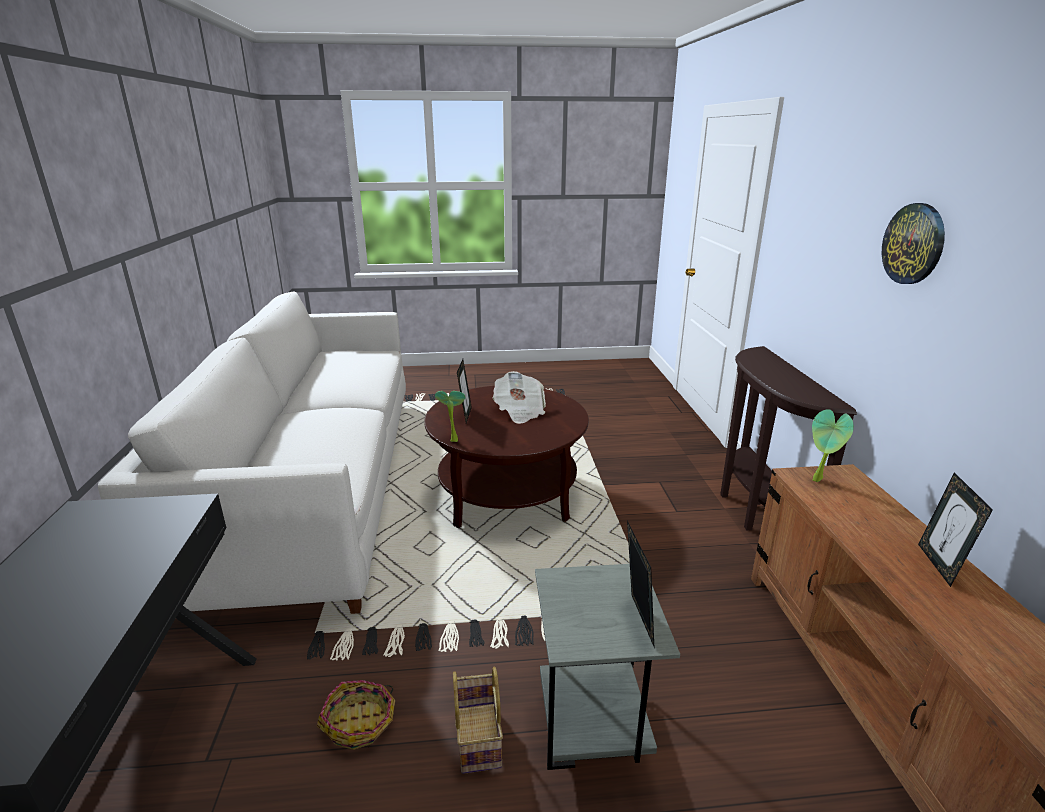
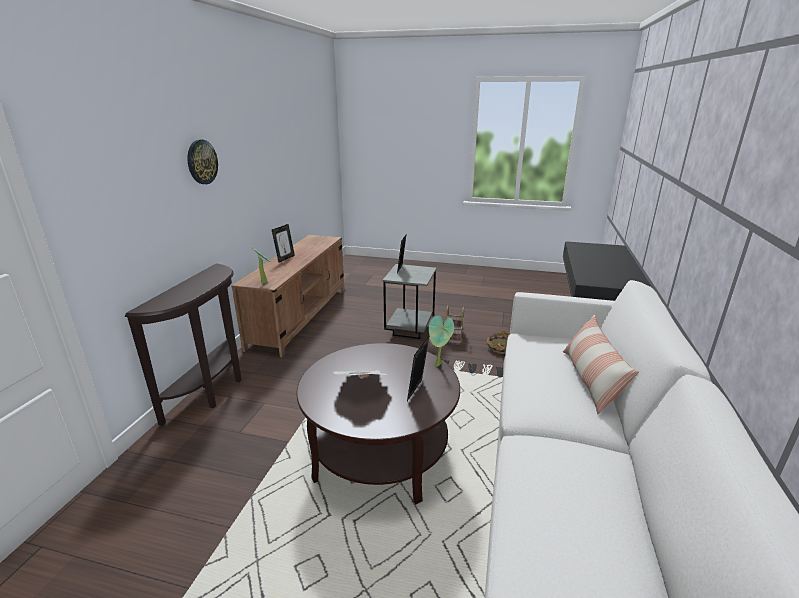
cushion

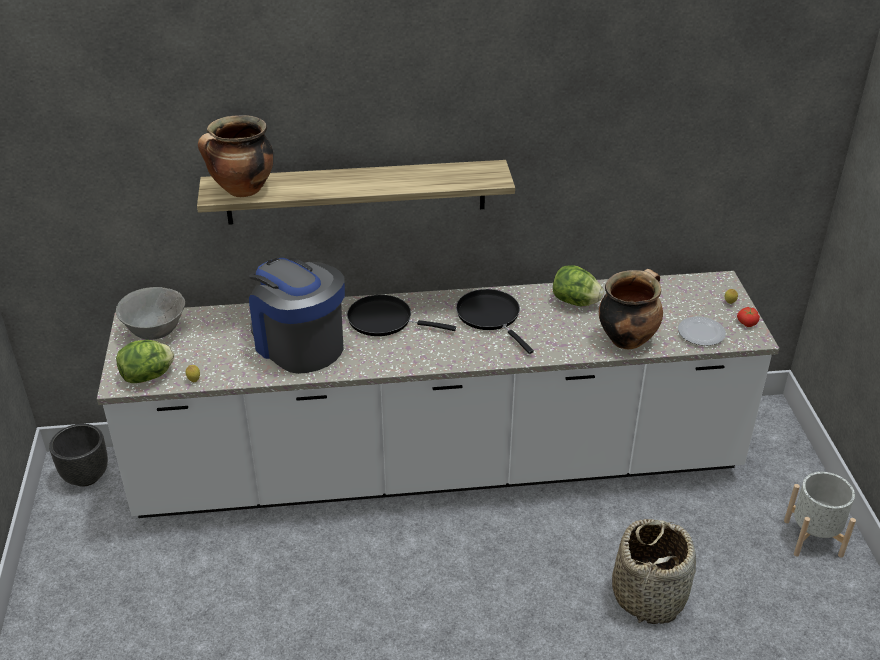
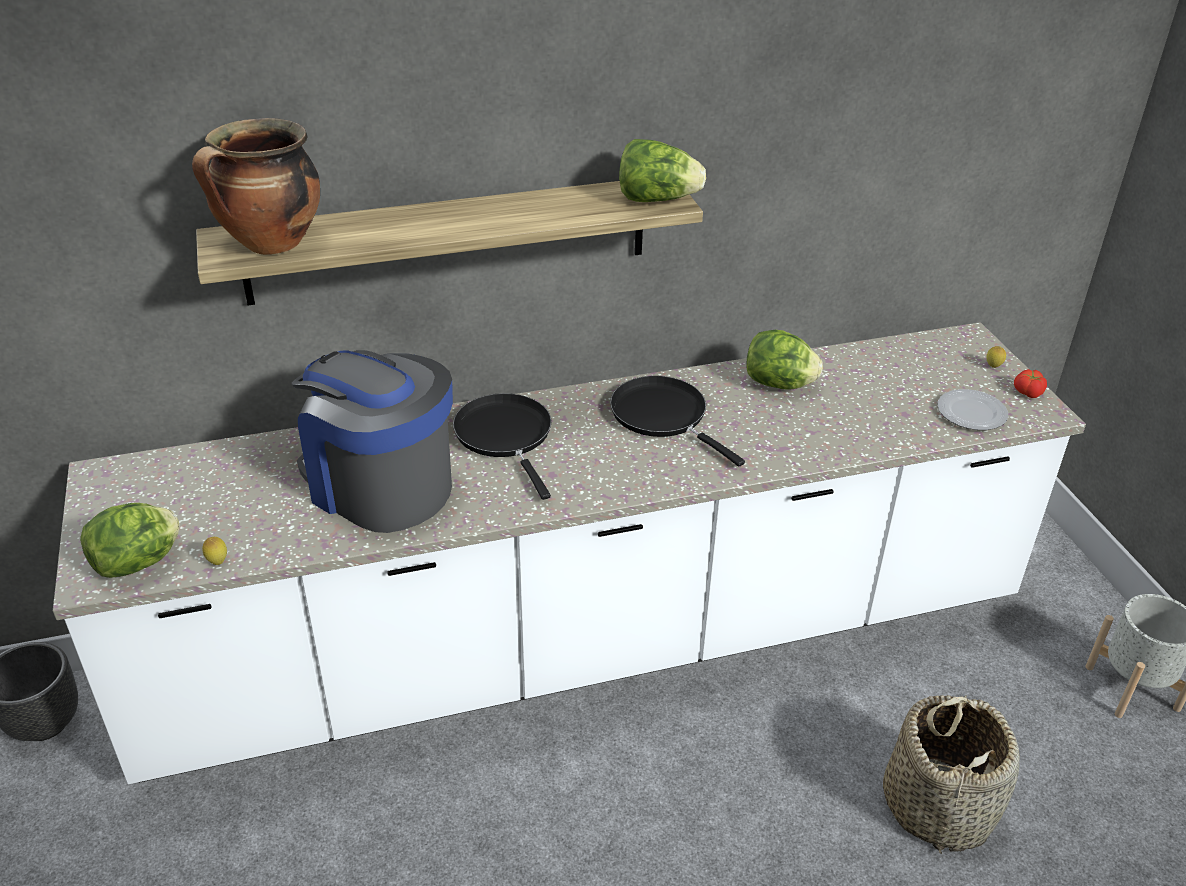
bowl in grey; cooking pot (2nd from left in the first image); head of lettuce (2nd from left); pan in black-coloured (1st from left)

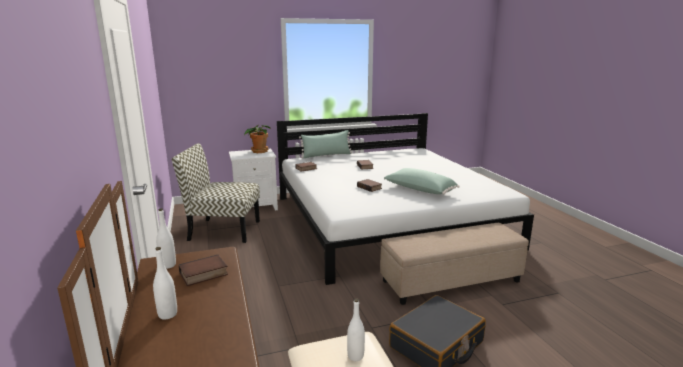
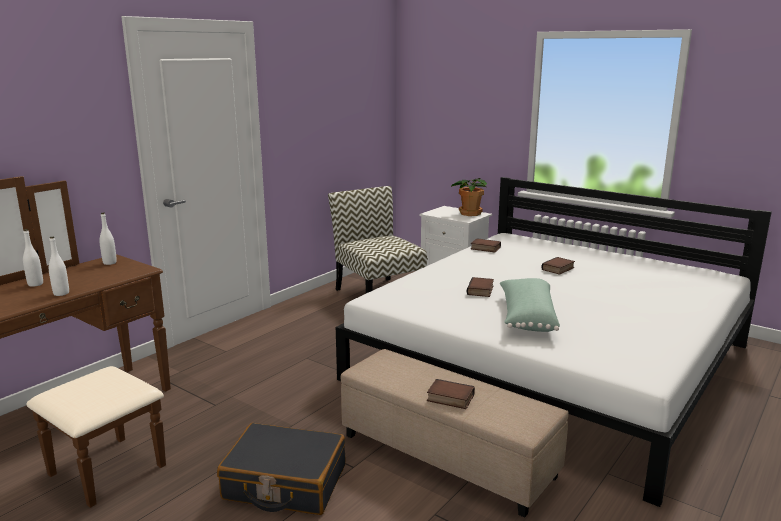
cushion in green (1st from left in the first image); bound book (1st from left); drink bottle in whitish (2nd from left)

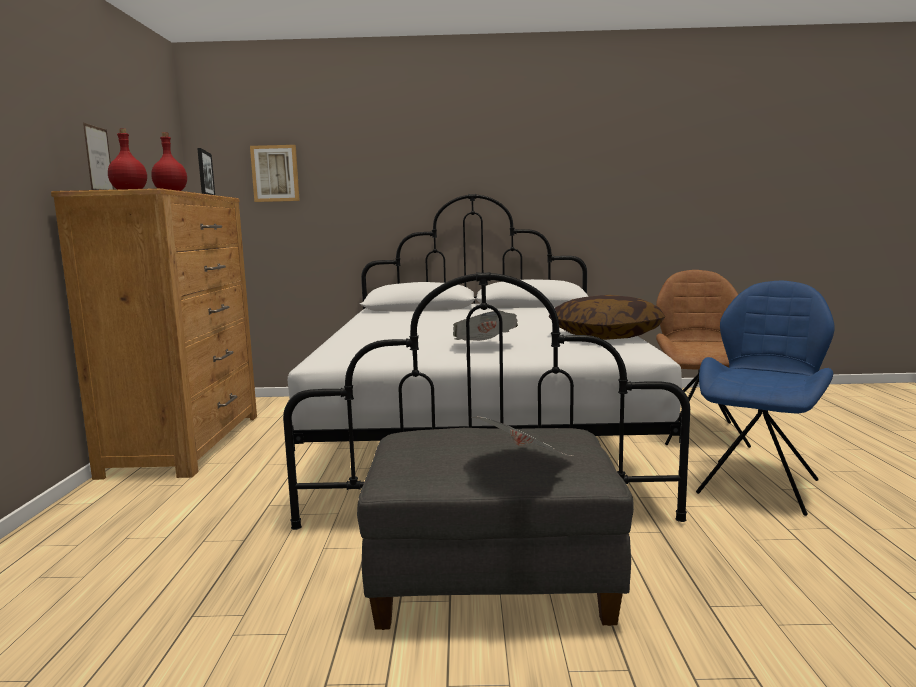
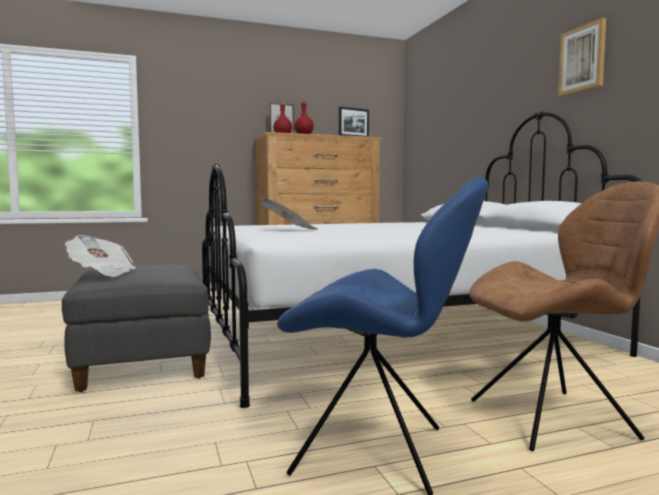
cushion; picture

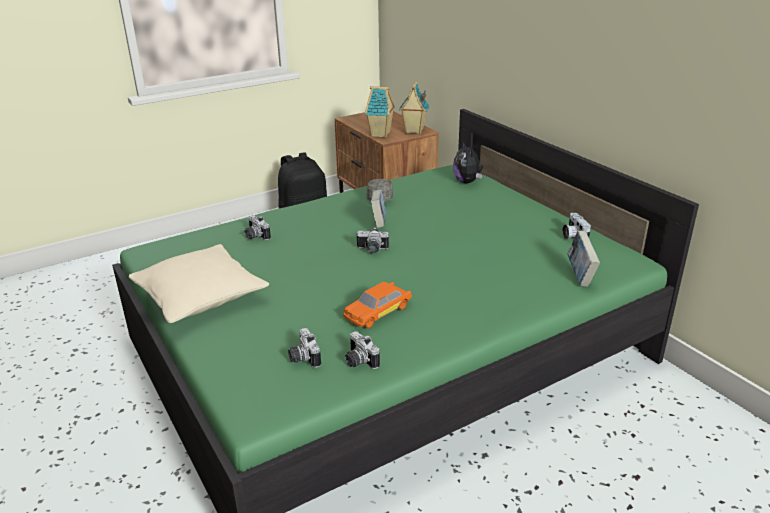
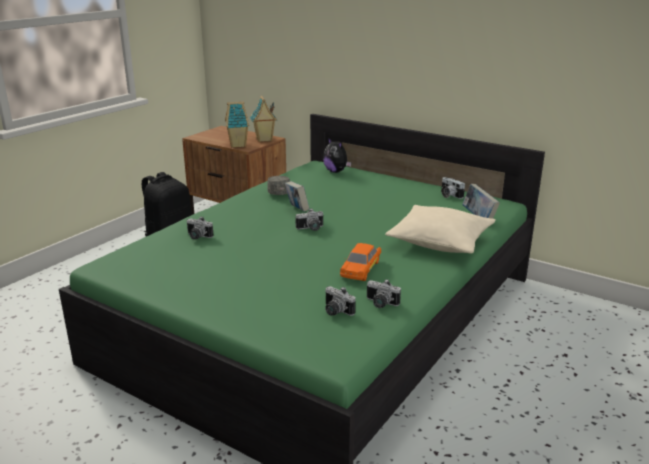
cushion in beige-coloured

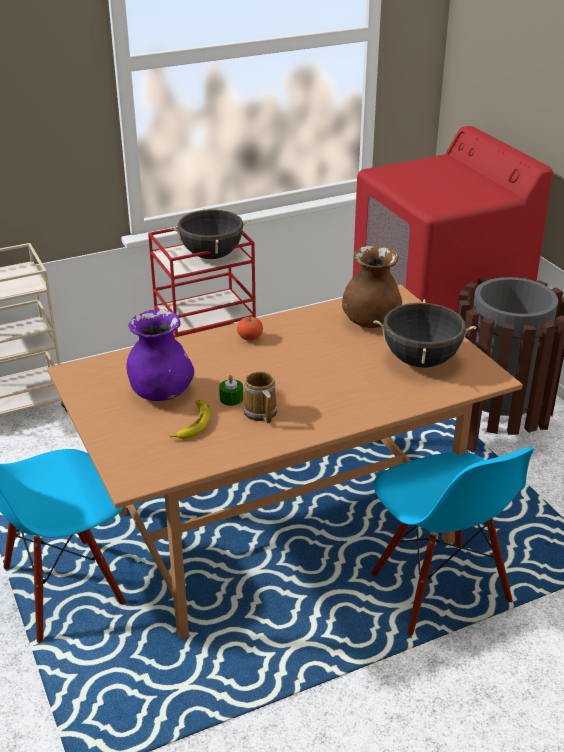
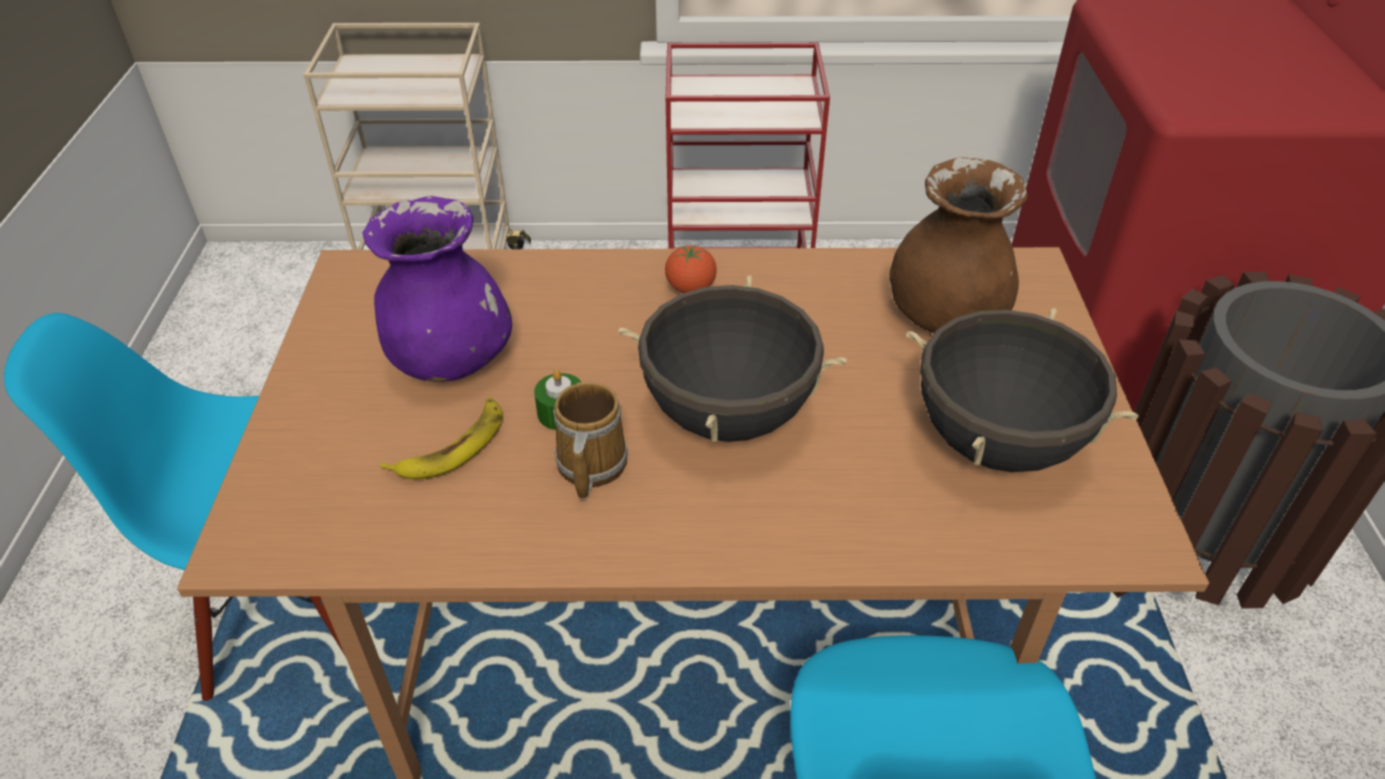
cooking pot in black-coloured (1st from left)

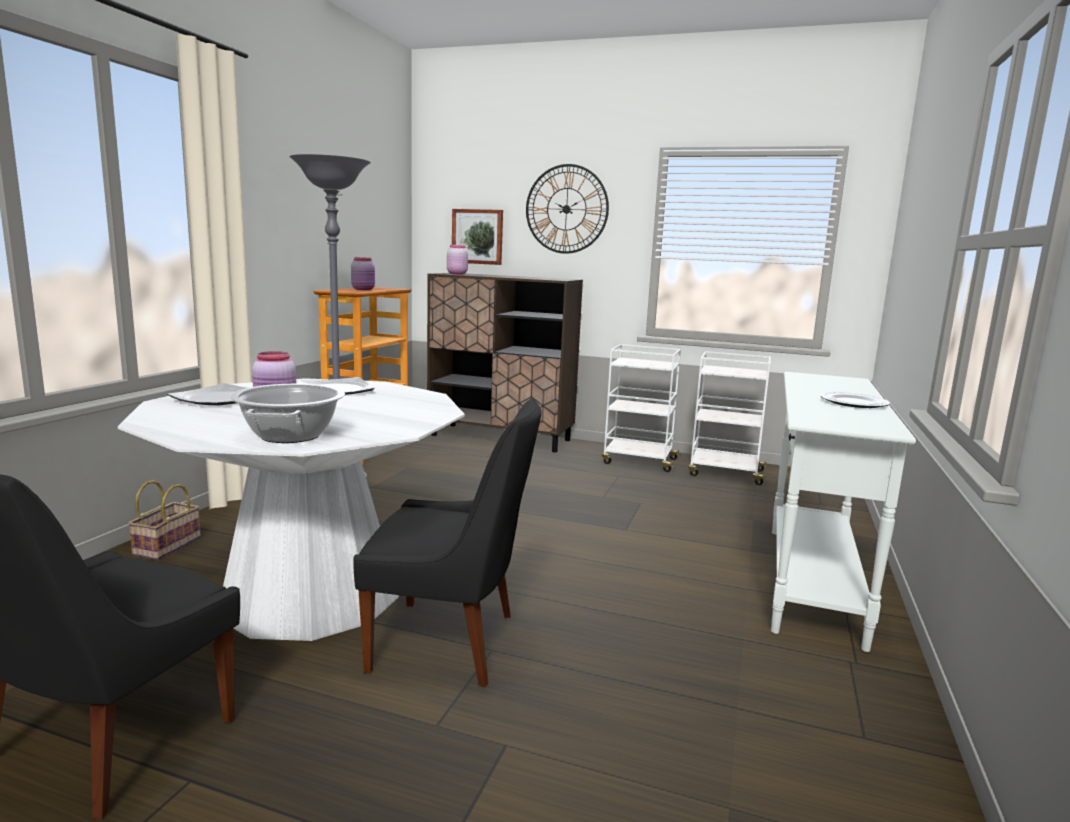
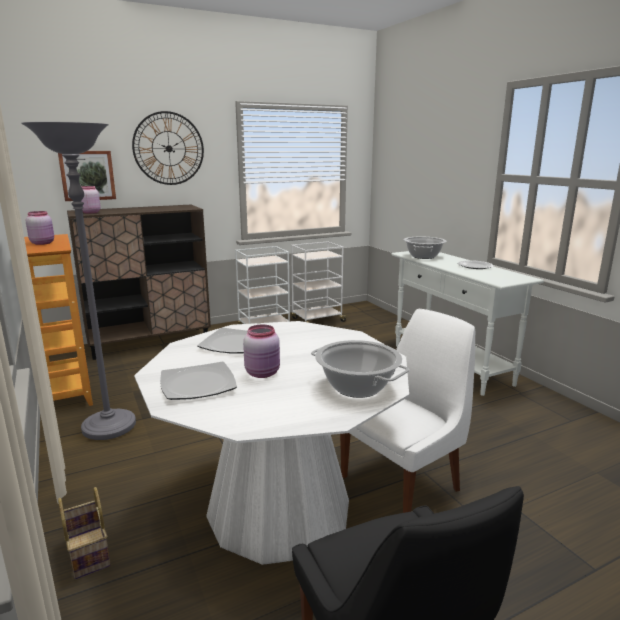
cooking pot (2nd from left); plain chair in whitish

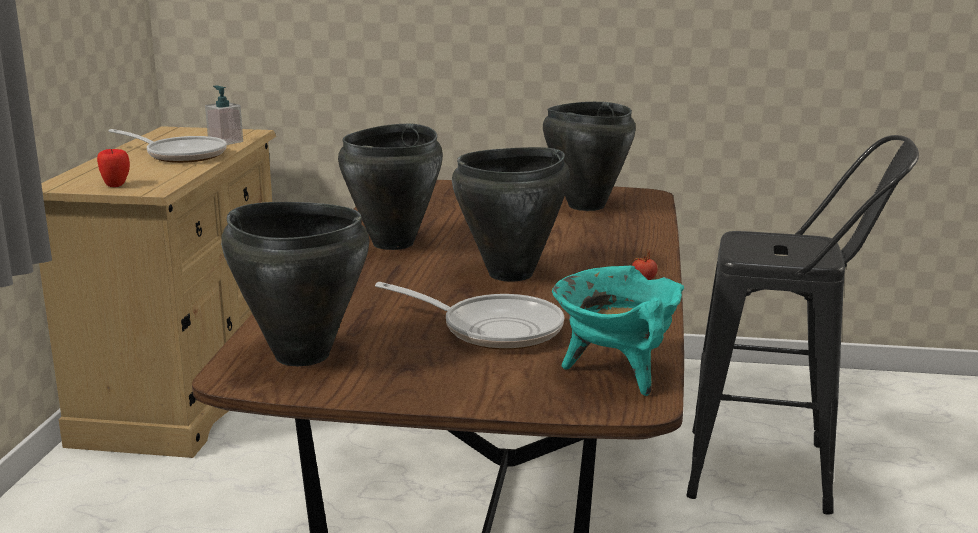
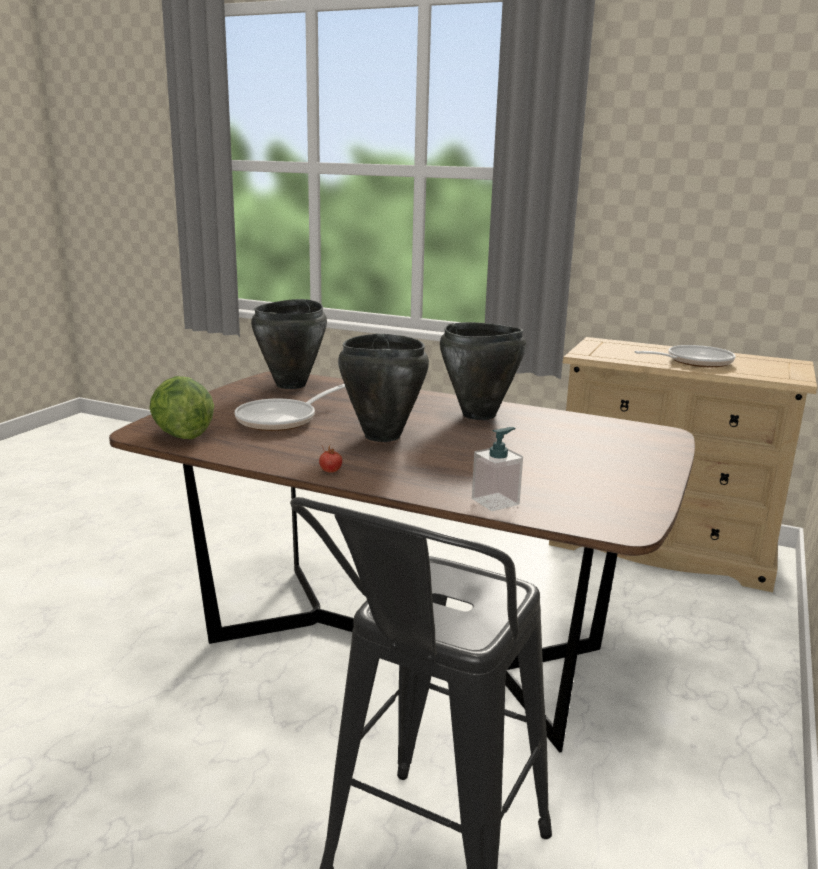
apple; cooking pot in black-coloured (4th from left in the first image); liquid soap bottle; head of lettuce; pan (2nd from left)

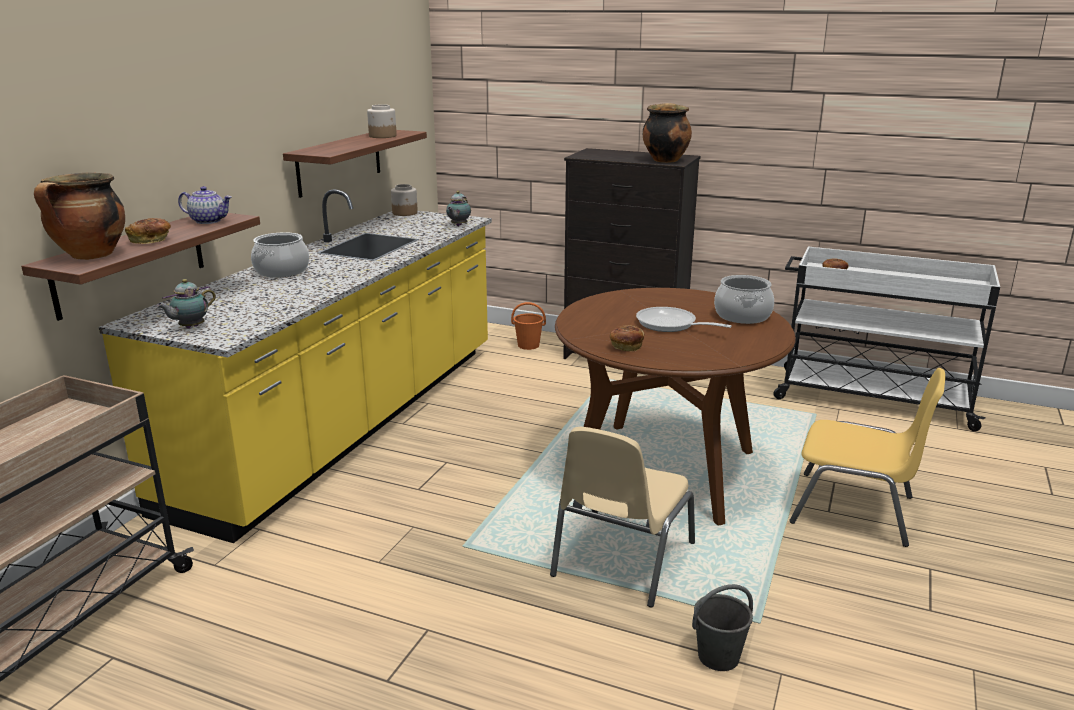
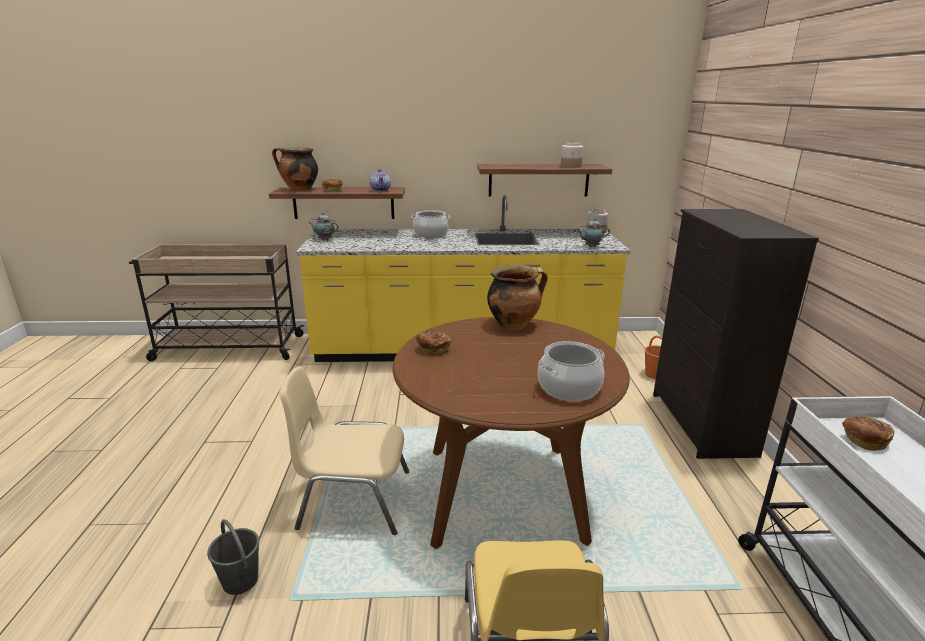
pan; cooking pot (3rd from left)

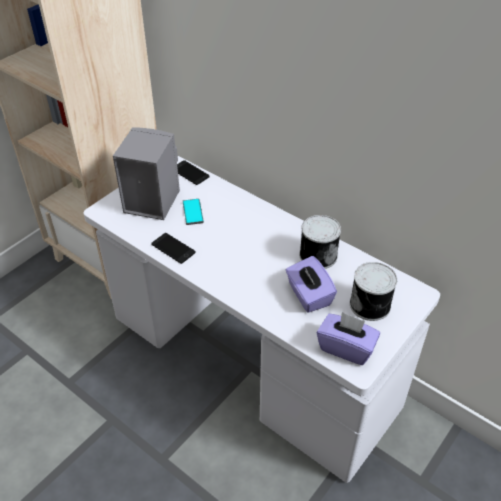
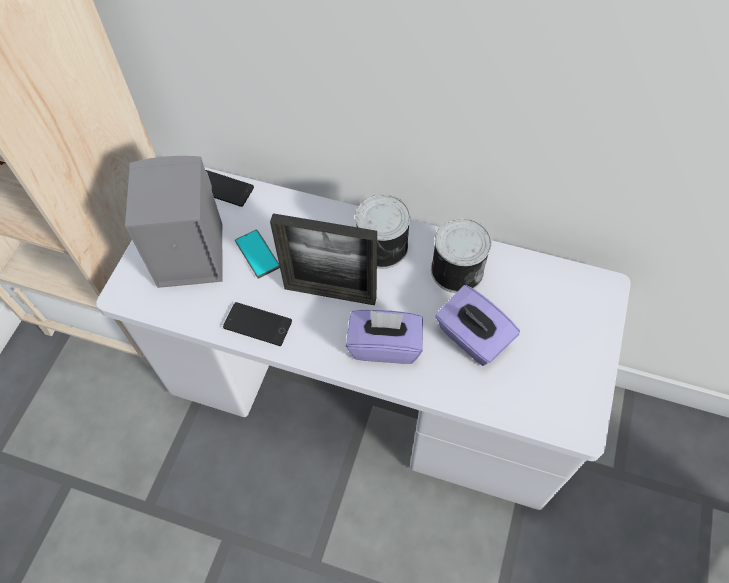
picture frame; tissue box in purple (1st from left); sealed can (1st from left)

